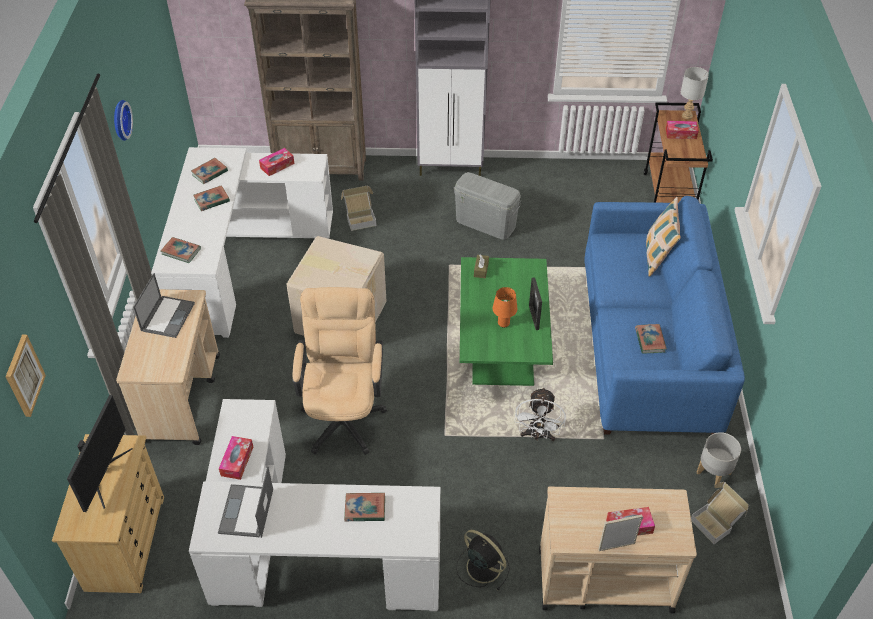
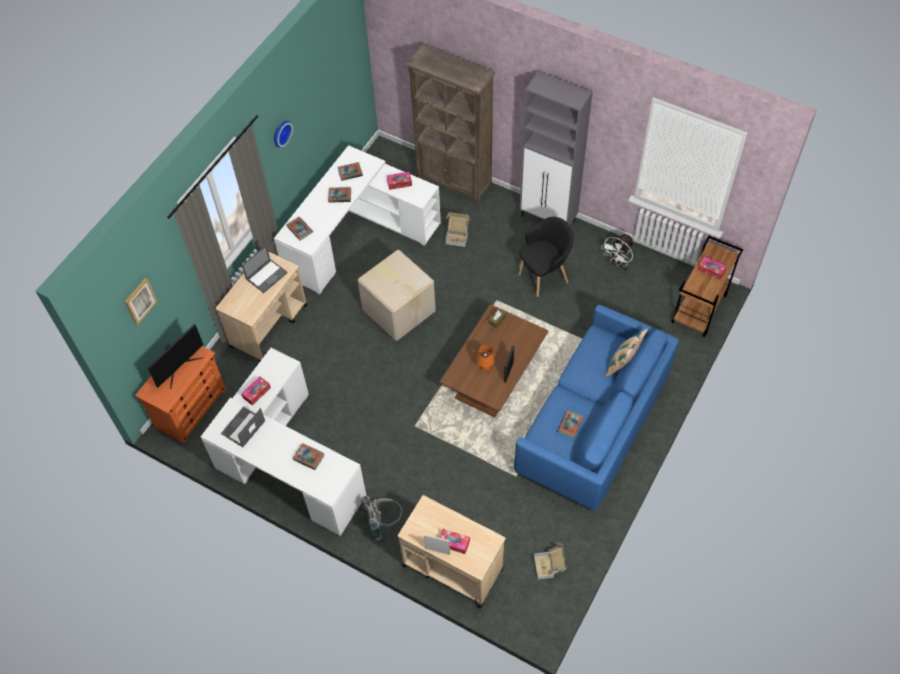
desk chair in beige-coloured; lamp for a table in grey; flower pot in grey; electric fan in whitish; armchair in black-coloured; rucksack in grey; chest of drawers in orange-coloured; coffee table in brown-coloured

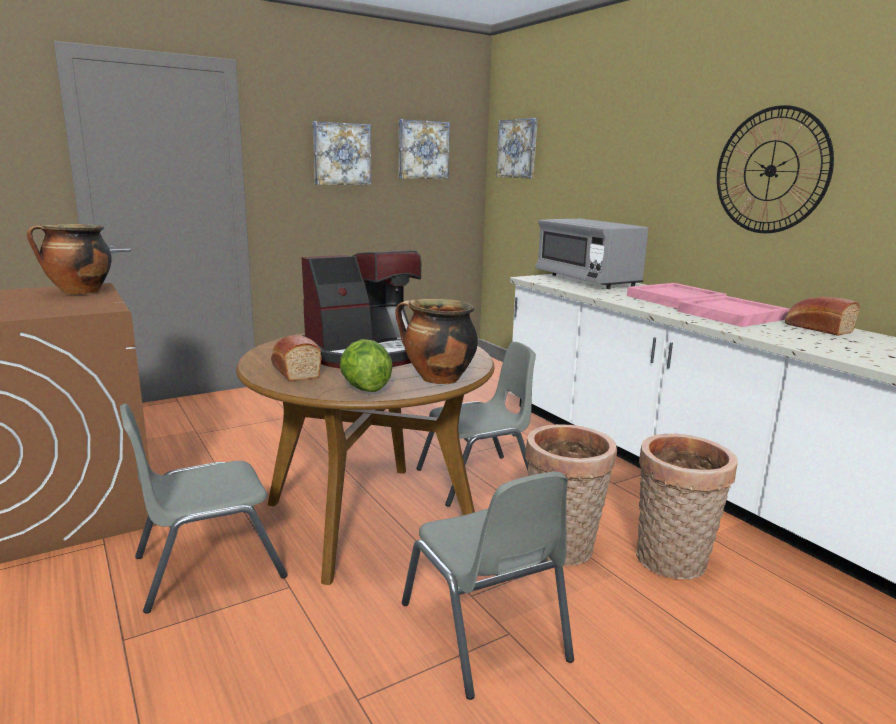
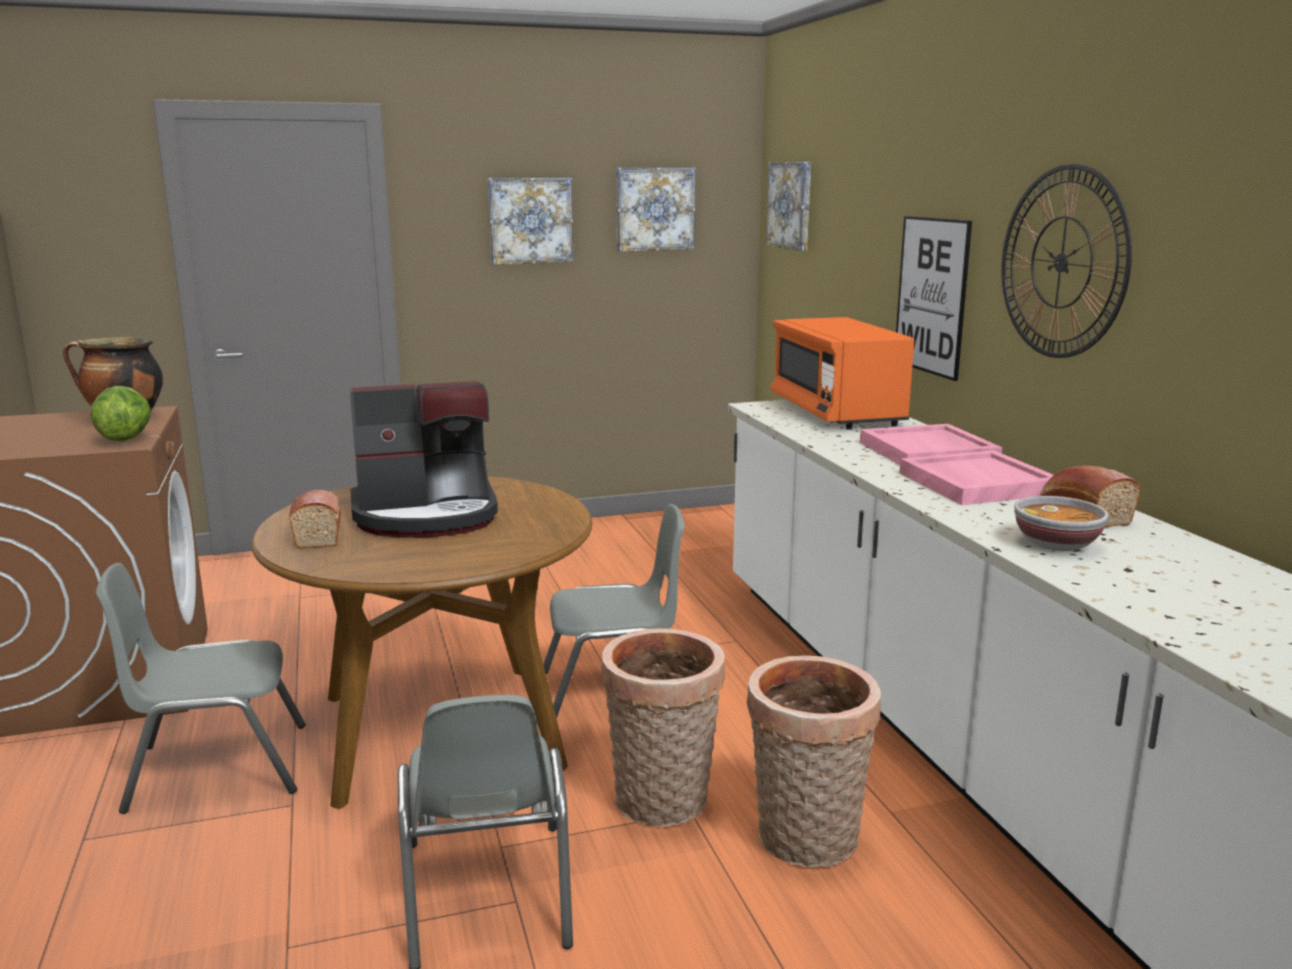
cooking pot (2nd from left in the first image); picture (4th from left); bowl; head of lettuce; kitchen microwave in orange-coloured

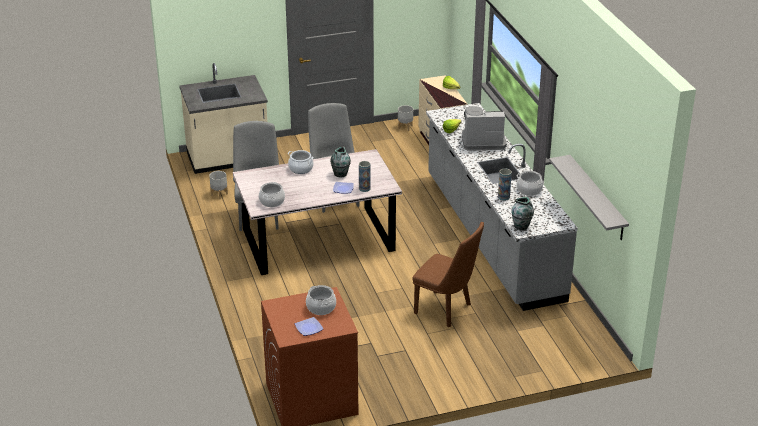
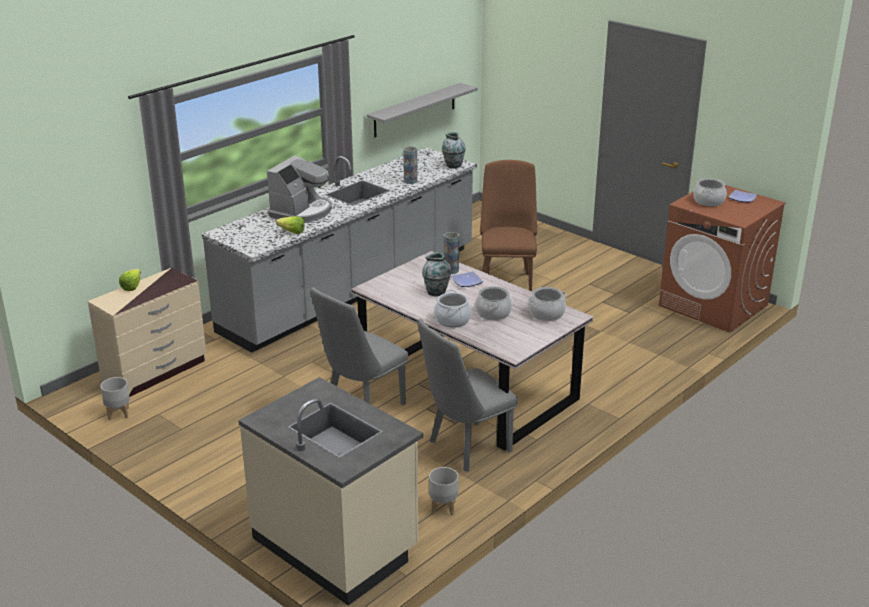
cooking pot (2nd from left); coffee maker

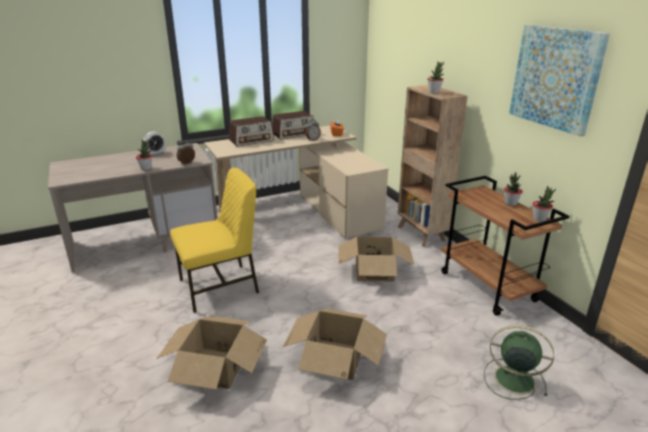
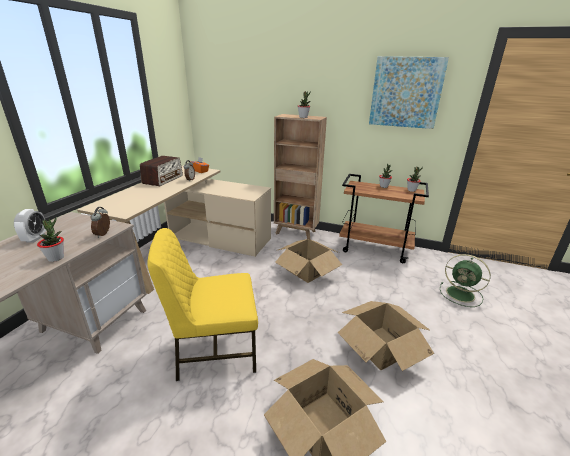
radio receiver (1st from left in the first image); plain chair in yellowish; electric fan in green

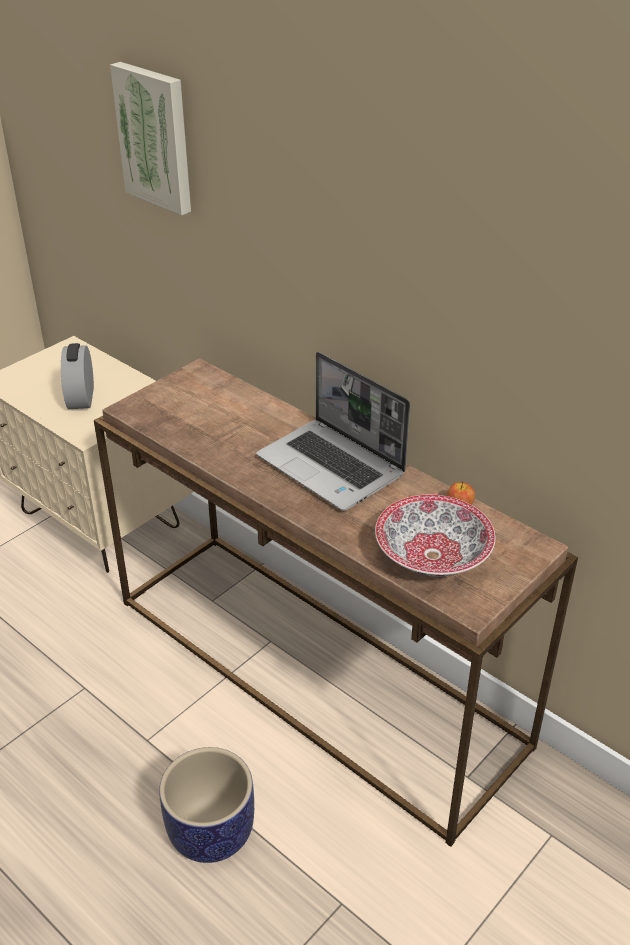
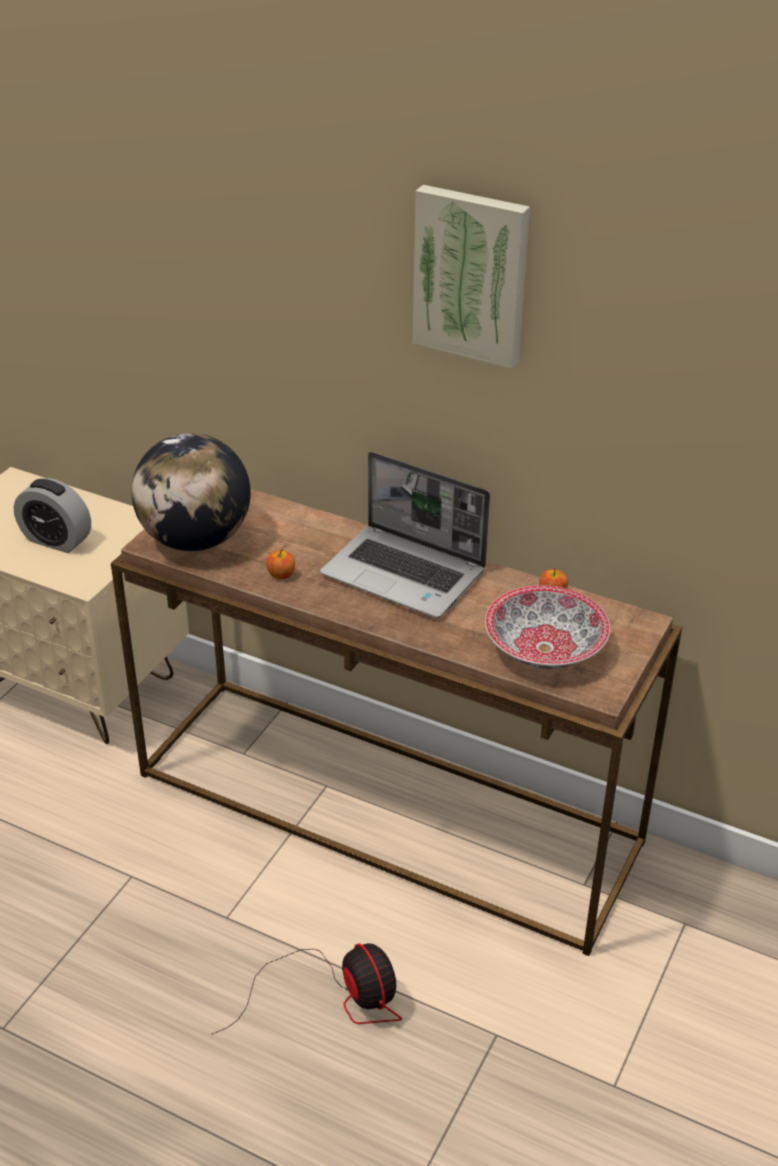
globe; apple (1st from left); picture; electric fan; alarm clock

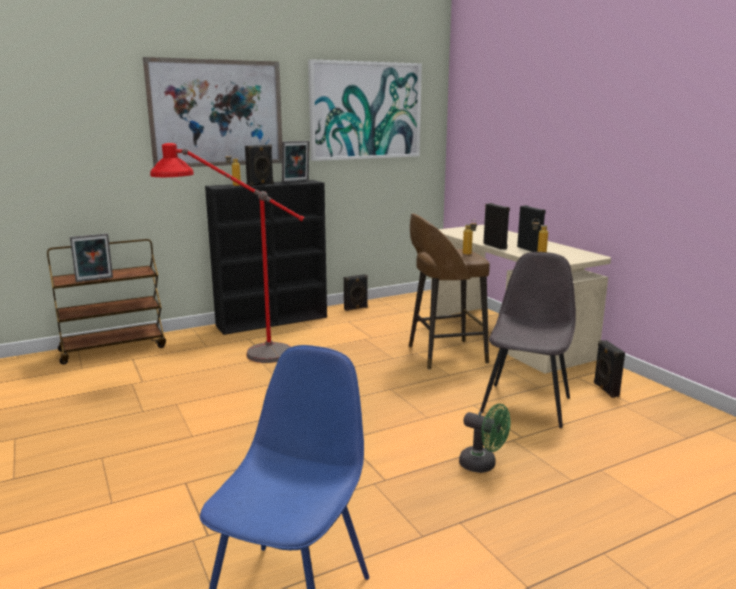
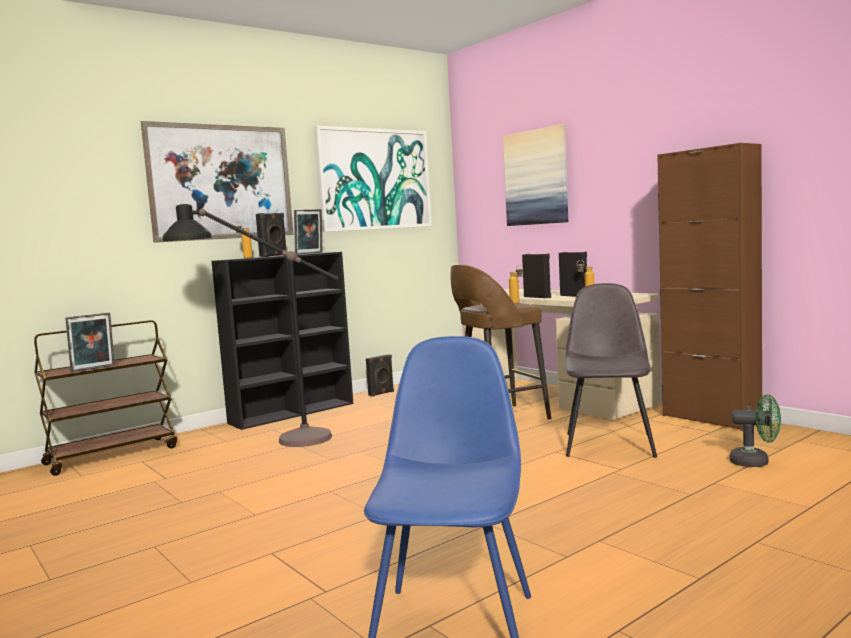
speaker in black-coloured (5th from left in the first image); picture (3rd from left); cabinet in brown-coloured; electric fan in green; floor lamp in black-coloured

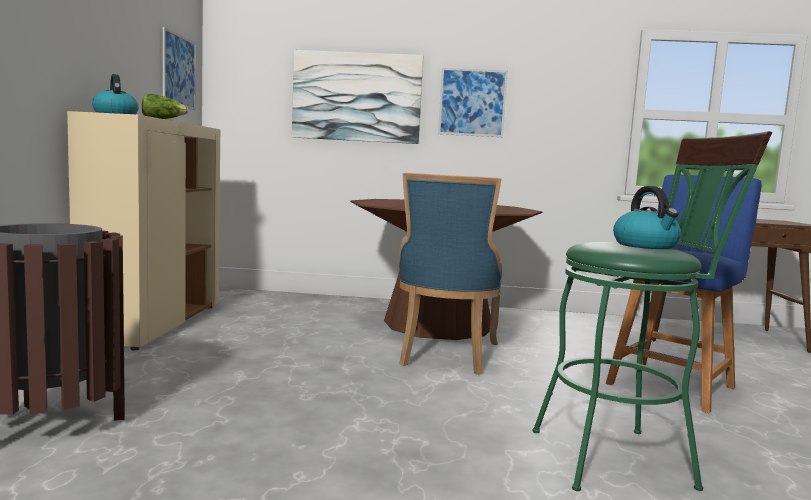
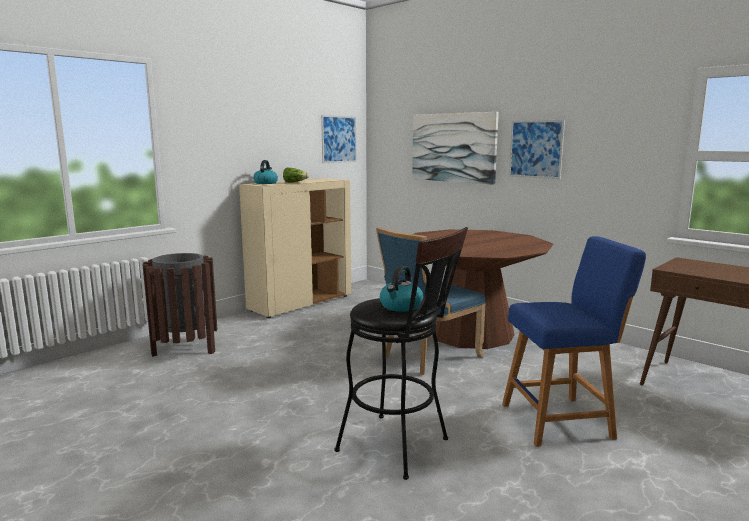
stool seat in black-coloured

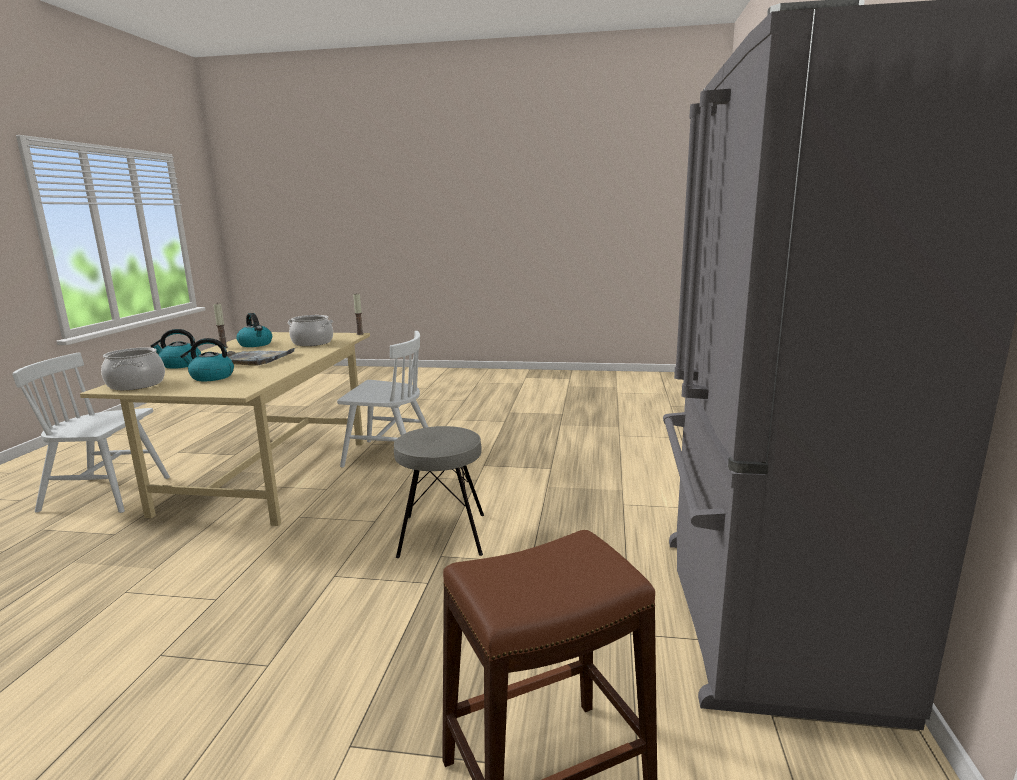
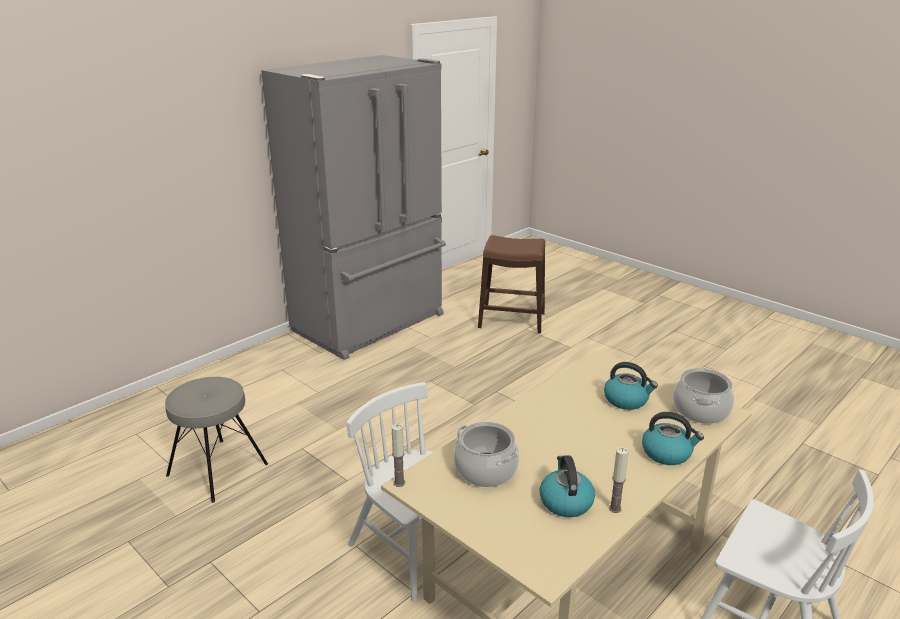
tray in grey; stool seat in grey

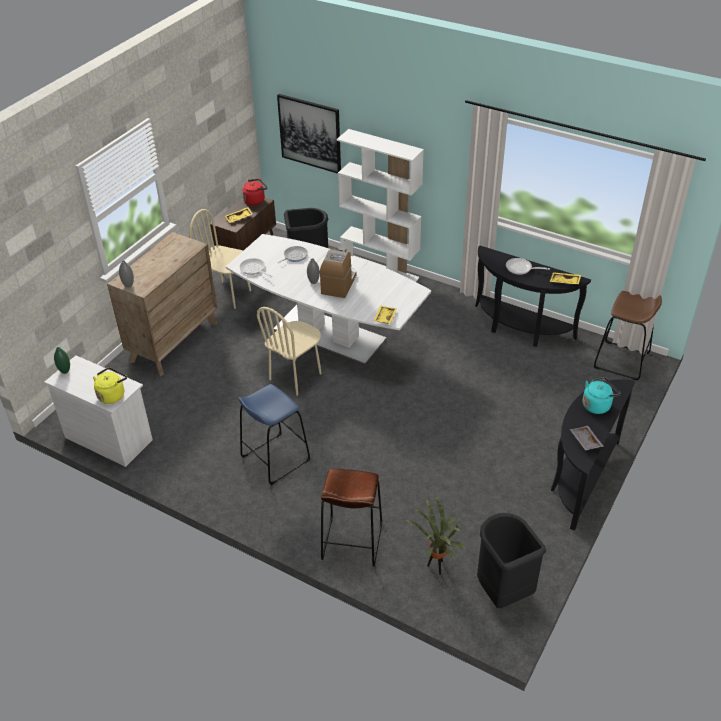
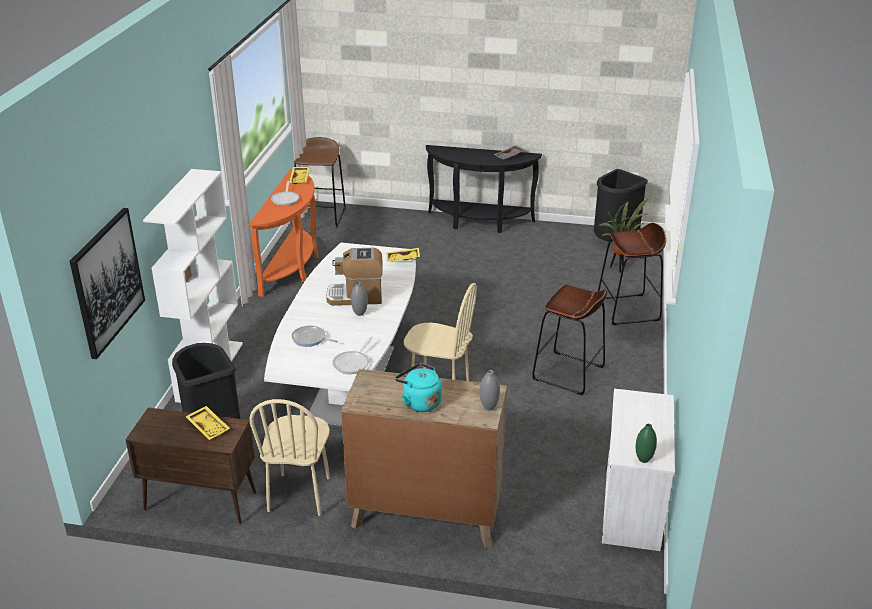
kettle in yellowish; kettle in red-coloured; kettle in turquoise-coloured; stool seat in brown-coloured (2nd from left); hall table in orange-coloured

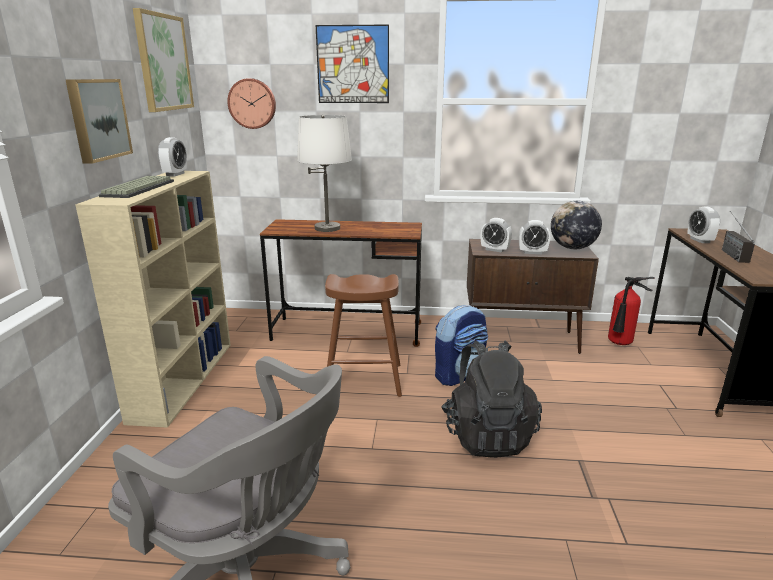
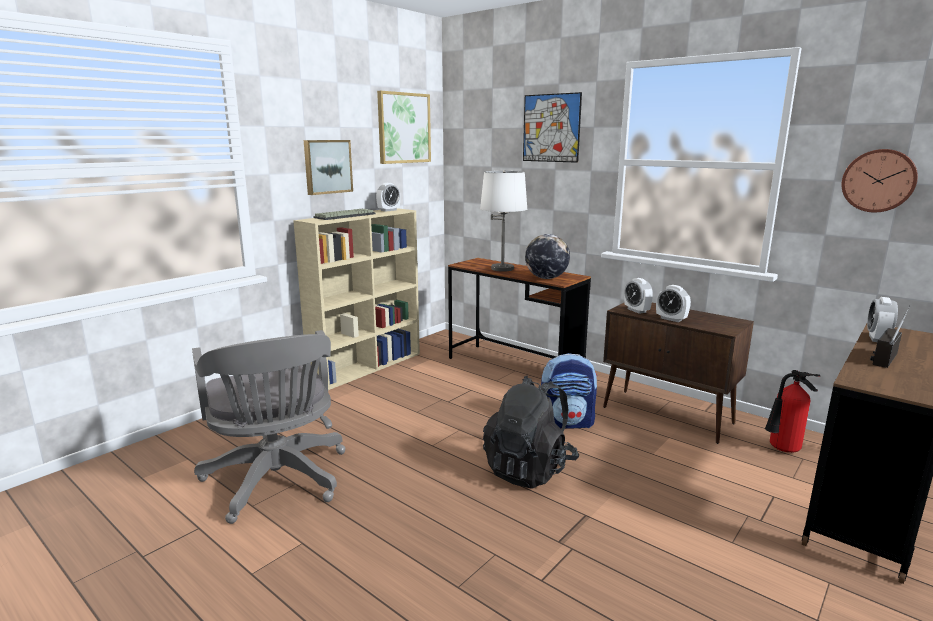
stool seat in brown-coloured; wall clock; globe

